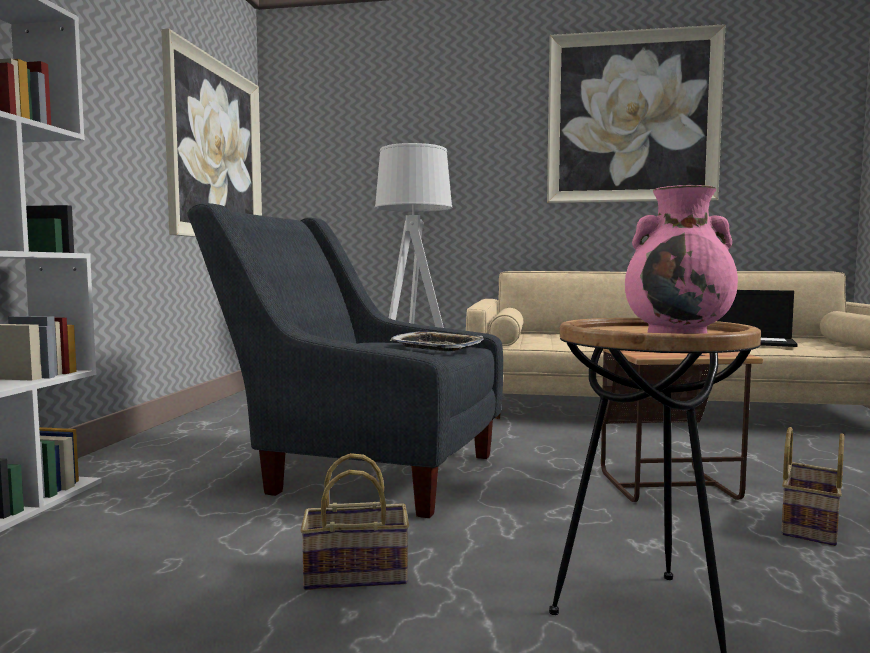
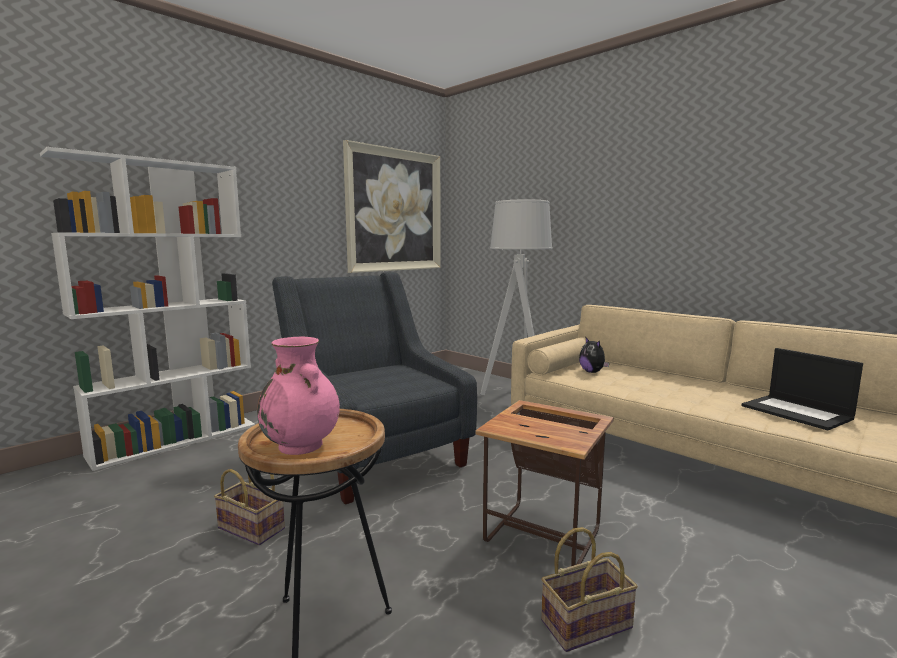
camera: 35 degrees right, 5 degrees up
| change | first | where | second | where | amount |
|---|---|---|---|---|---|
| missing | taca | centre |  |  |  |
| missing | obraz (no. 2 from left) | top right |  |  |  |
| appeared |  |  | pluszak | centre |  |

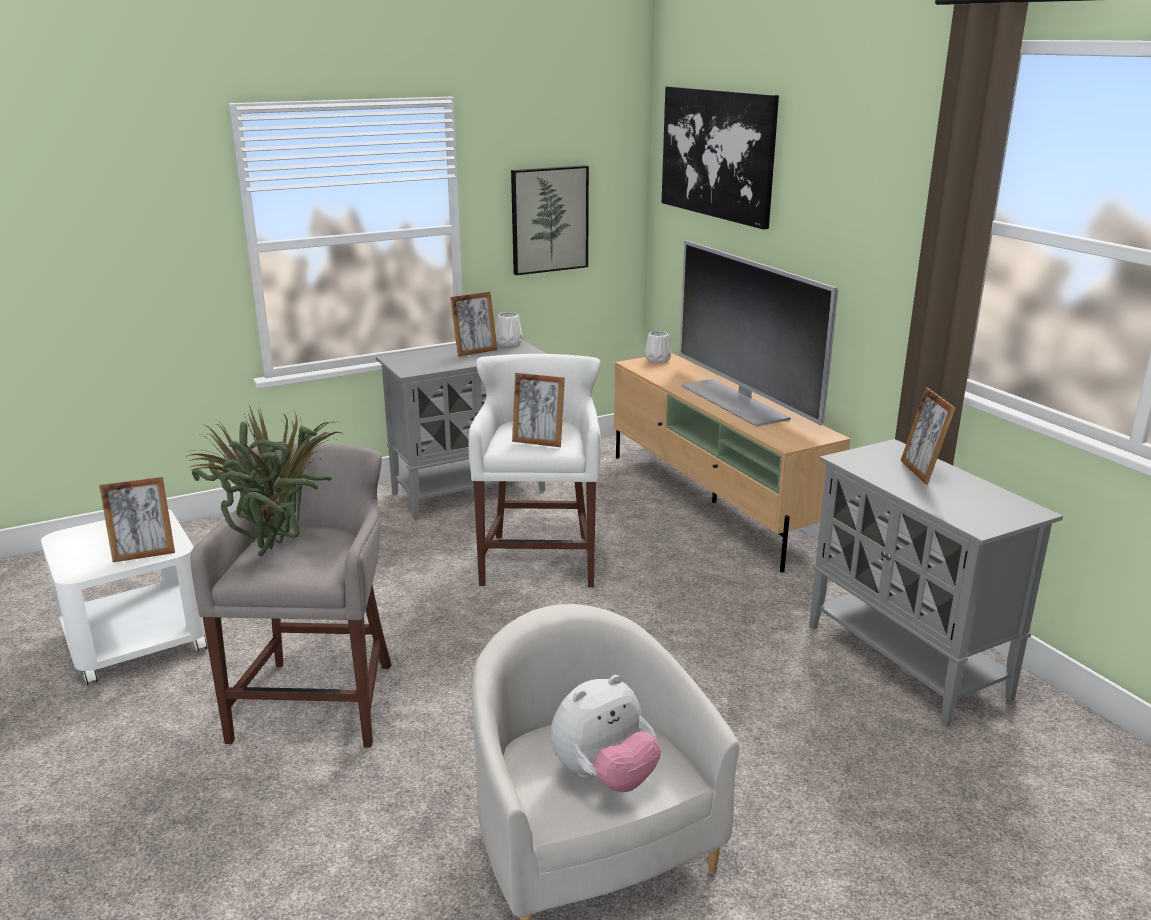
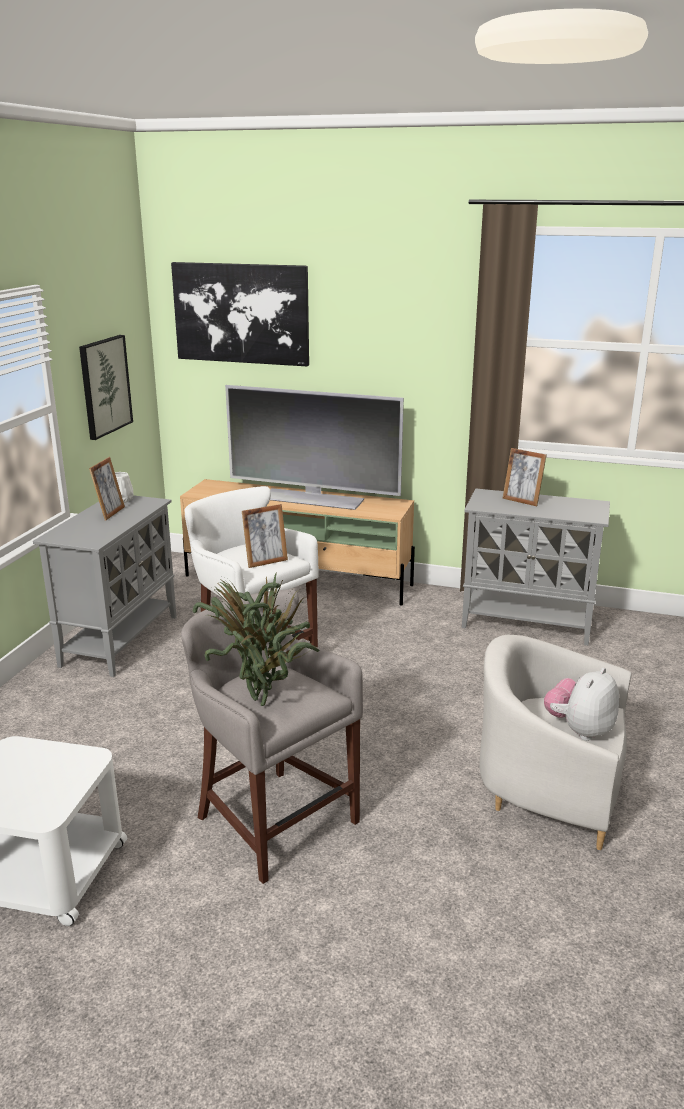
camera: 45 degrees left, 0 degrees up
| change | first | where | second | where | amount |
|---|---|---|---|---|---|
| missing | ramka na zdjęcie (no. 1 from left) | middle left |  |  |  |
| spun | pluszak | bottom centre |  | middle right | 150 degrees counterclockwise |
| missing | wazon [biały] (no. 2 from left) | centre |  |  |  |

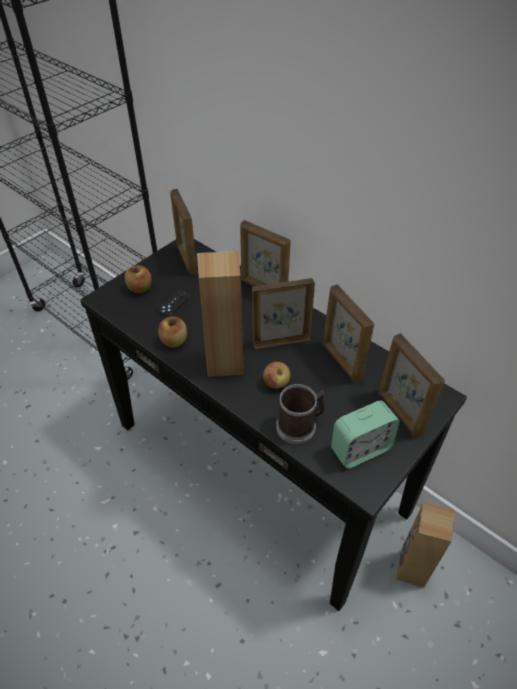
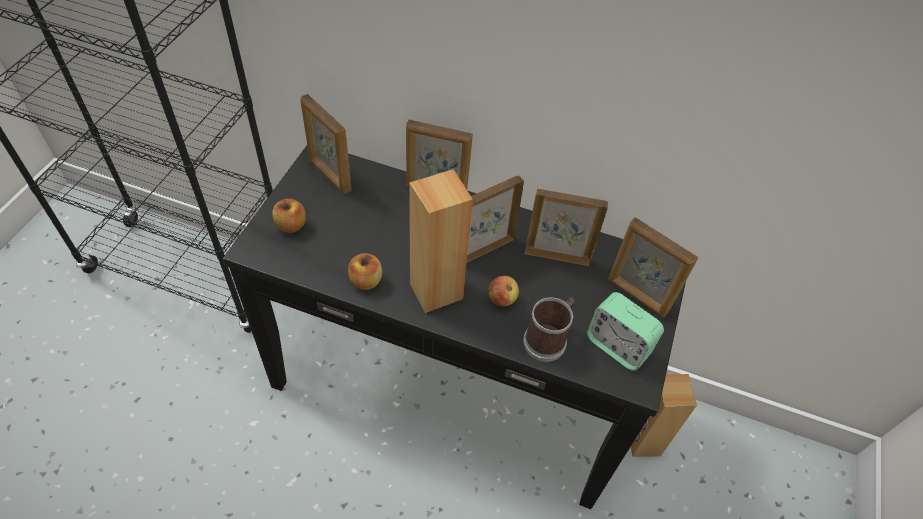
camera: 25 degrees left, 5 degrees up
| change | first | where | second | where | amount |
|---|---|---|---|---|---|
| missing | pad do gier [czarny] | centre |  |  |  |
| spun | ramka na zdjęcie (no. 4 from left) | middle right |  | centre | 150 degrees clockwise |
| spun | budzik | middle right |  | middle right | 90 degrees clockwise |

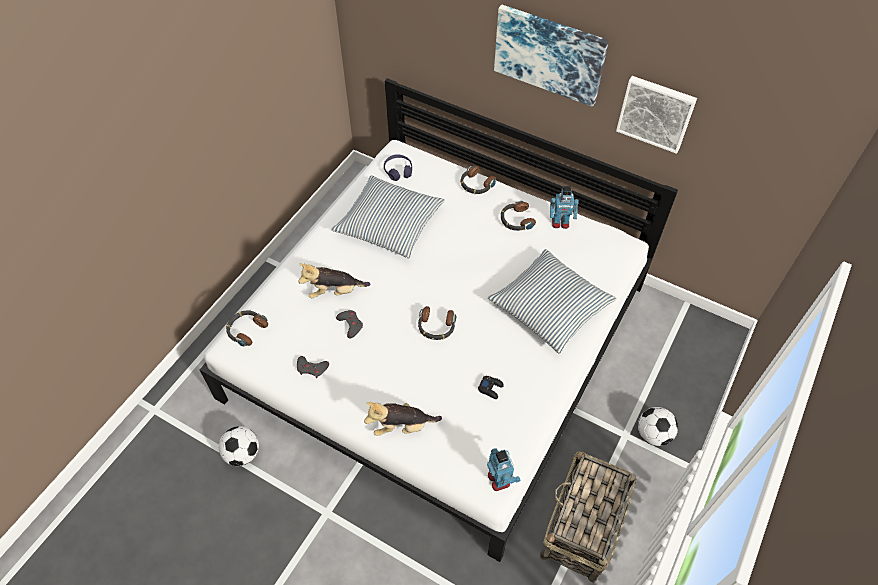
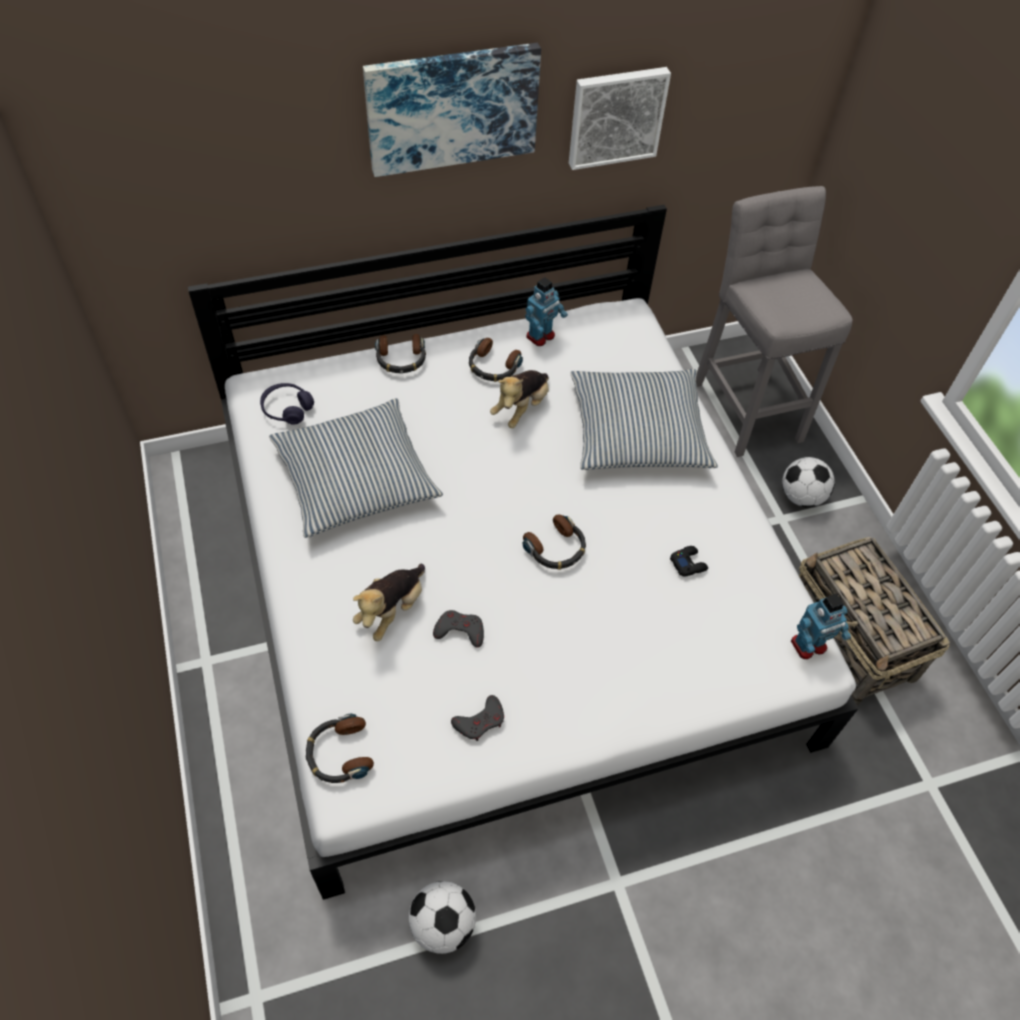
camera: 50 degrees left, 0 degrees up
| change | first | where | second | where | amount |
|---|---|---|---|---|---|
| relocated | pluszak (no. 2 from left) | bottom centre |  | centre |  |
| spun | robot zabawkowy (no. 1 from left in the first image) | bottom centre | robot zabawkowy (no. 2 from left) | middle right | 135 degrees clockwise |
| appeared |  |  | stołek [szary] | top right |  |

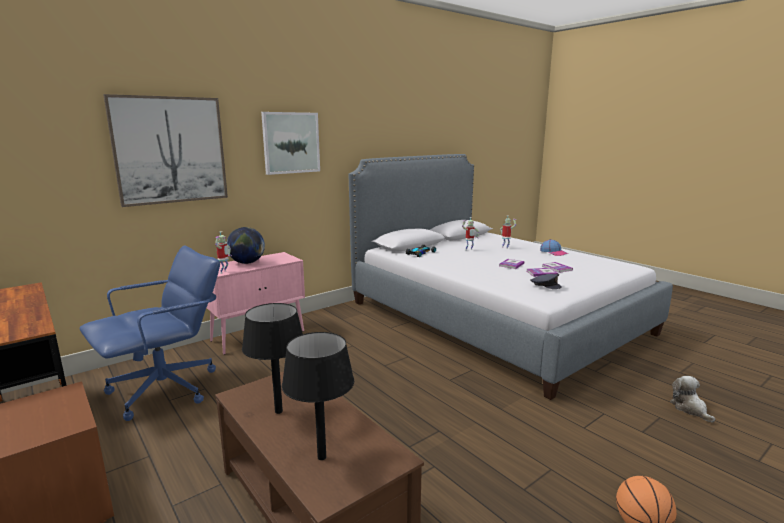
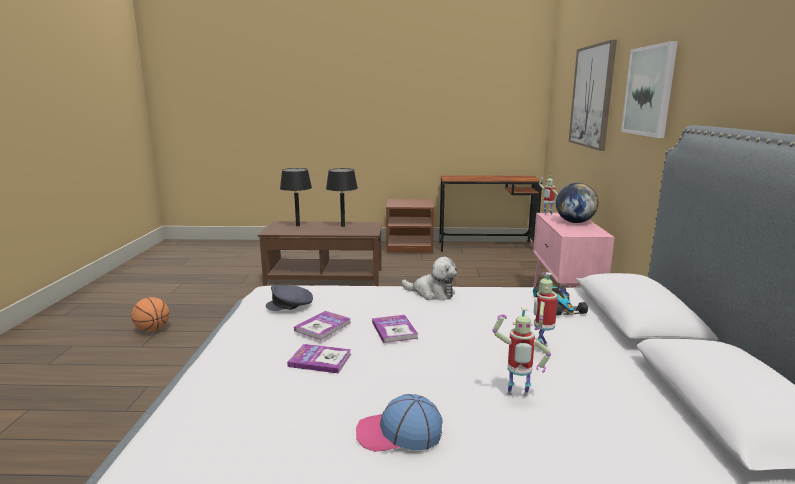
camera: 130 degrees right, 0 degrees up
| change | first | where | second | where | amount |
|---|---|---|---|---|---|
| missing | krzesło biurowe [niebieski] | middle left |  |  |  |
| relocated | pluszak | bottom right |  | centre |  |

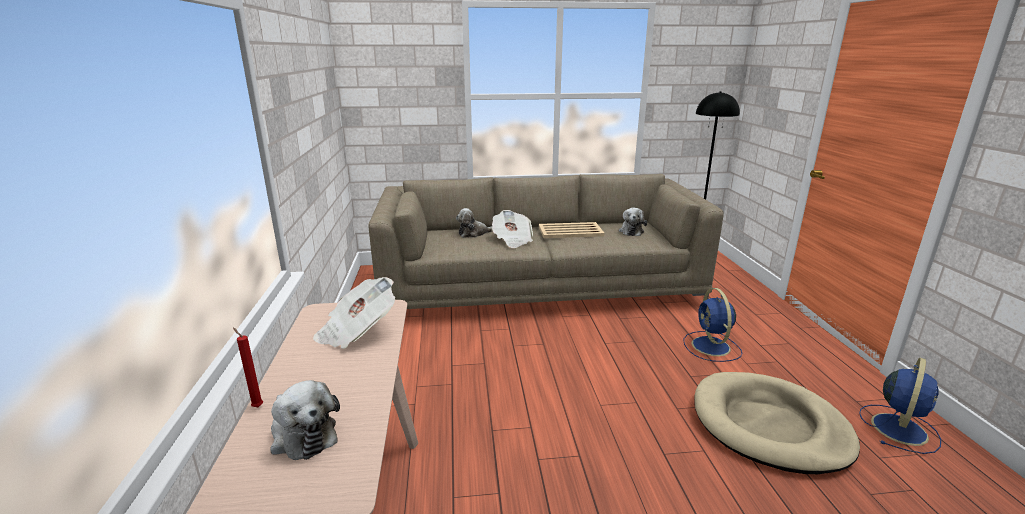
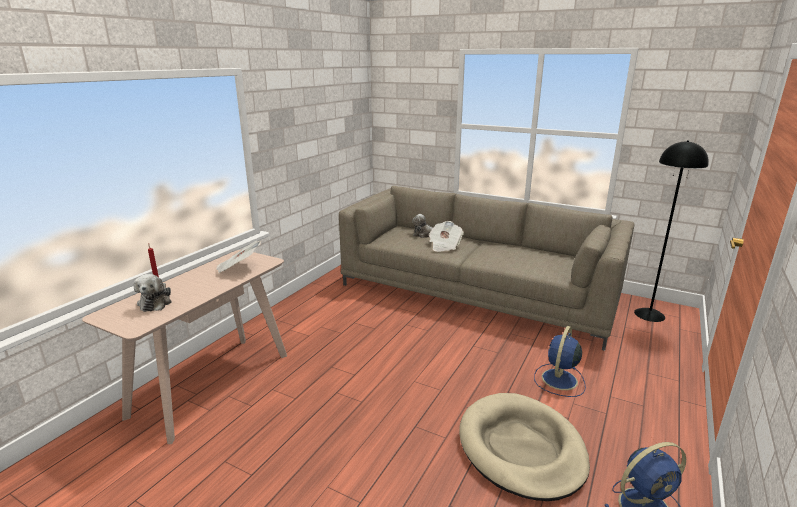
camera: 35 degrees right, 0 degrees up
| change | first | where | second | where | amount |
|---|---|---|---|---|---|
| missing | taca [beżowy] | centre |  |  |  |
| missing | pluszak (no. 3 from left) | centre |  |  |  |

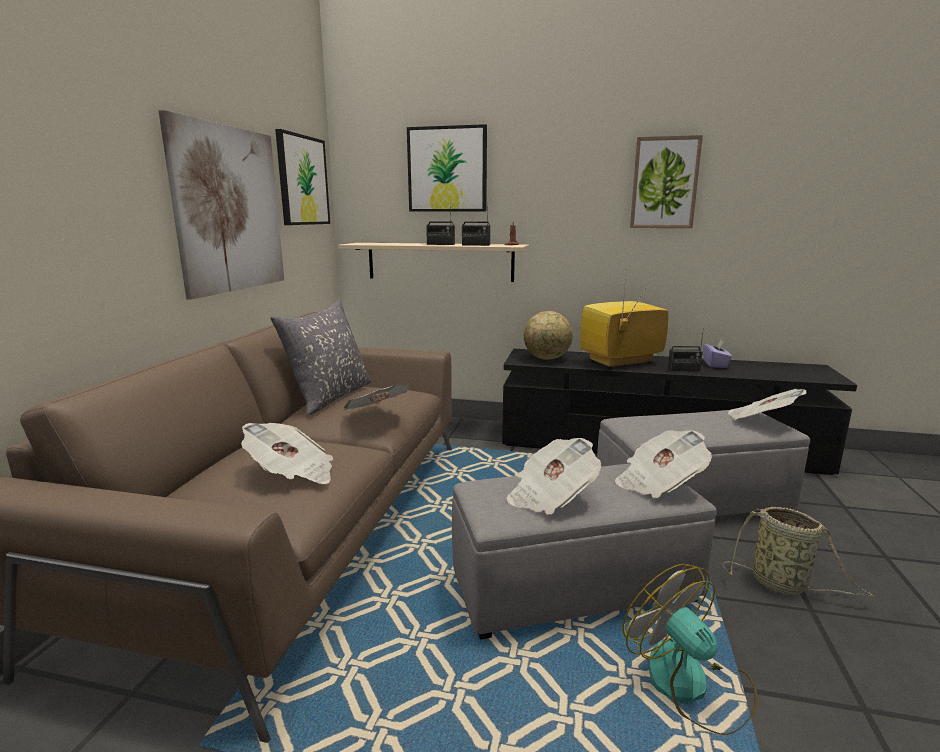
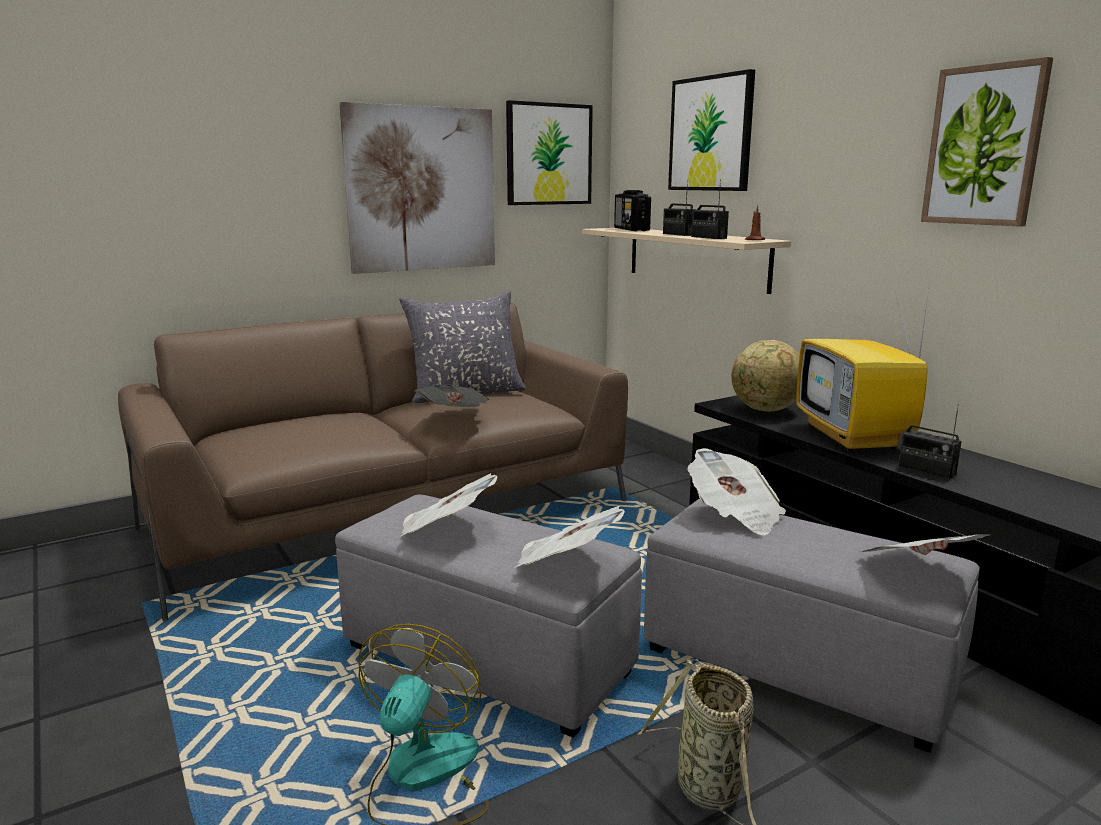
camera: 45 degrees right, 0 degrees up
| change | first | where | second | where | amount |
|---|---|---|---|---|---|
| relocated | gazeta (no. 1 from left in the first image) | middle left | gazeta (no. 4 from left) | middle right |  |
| spun | telewizor | centre |  | middle right | 120 degrees counterclockwise |
| missing | pudełko chusteczek [fioletowy] | middle right |  |  |  |
| appeared |  |  | radio (no. 1 from left) | top centre |  |

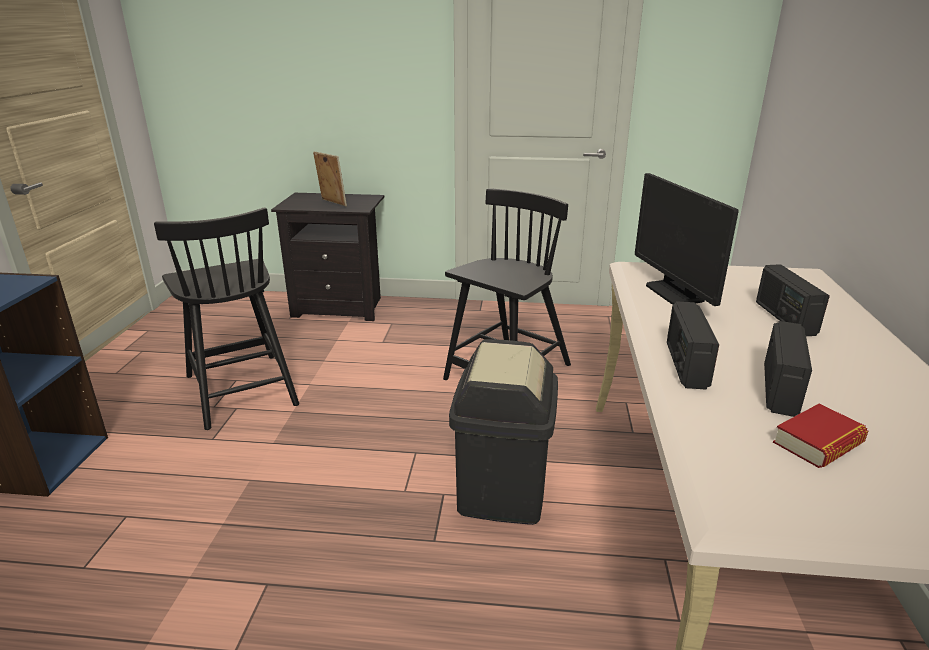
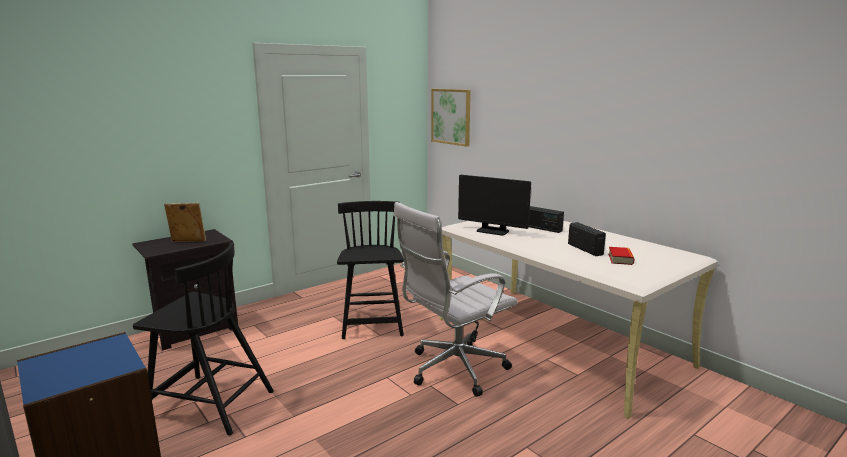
camera: 45 degrees left, 10 degrees down
| change | first | where | second | where | amount |
|---|---|---|---|---|---|
| exchanged | kosz na śmieci [czarny] | centre | krzesło biurowe [biały] | centre |  |
| missing | radio (no. 1 from left) | middle right |  |  |  |
| appeared |  |  | obraz | top centre |  |

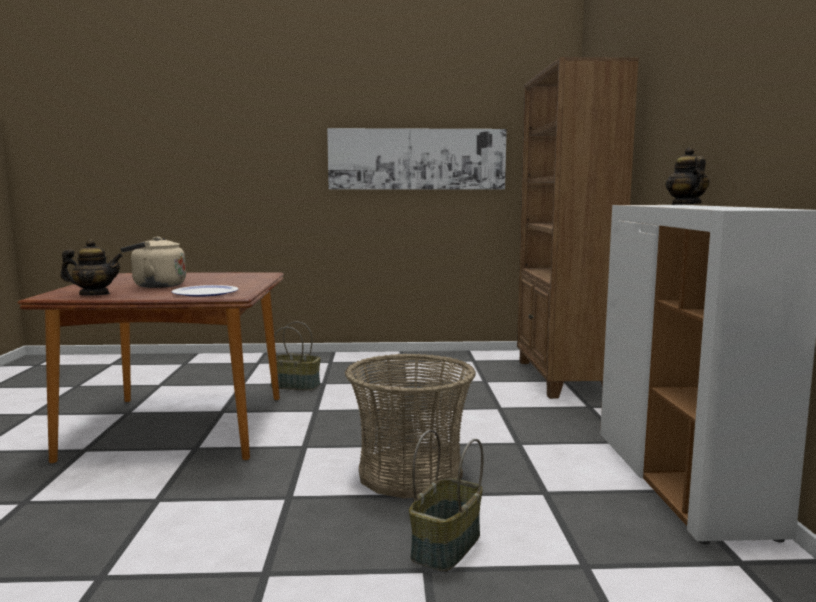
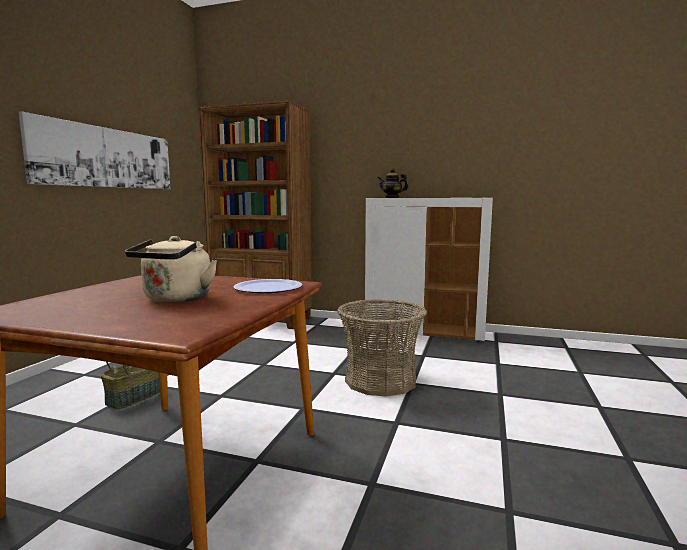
camera: 70 degrees left, 0 degrees up
| change | first | where | second | where | amount |
|---|---|---|---|---|---|
| missing | imbryk (no. 1 from left) | middle left |  |  |  |
| missing | koszyk (no. 3 from left) | bottom centre |  |  |  |

